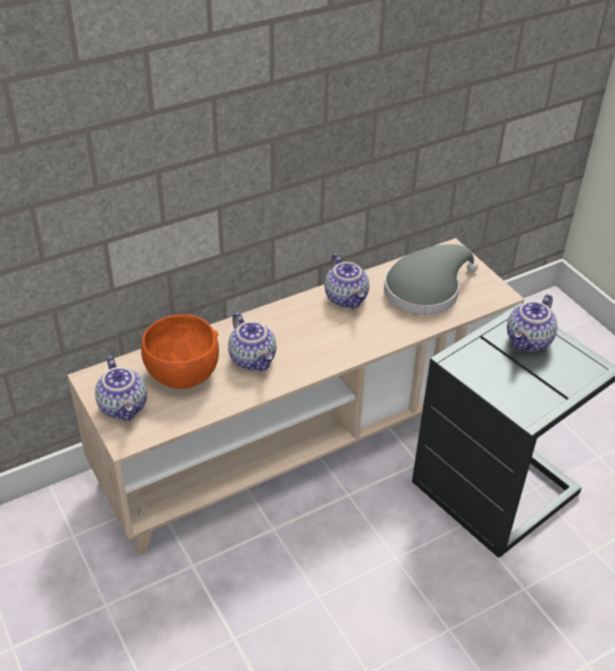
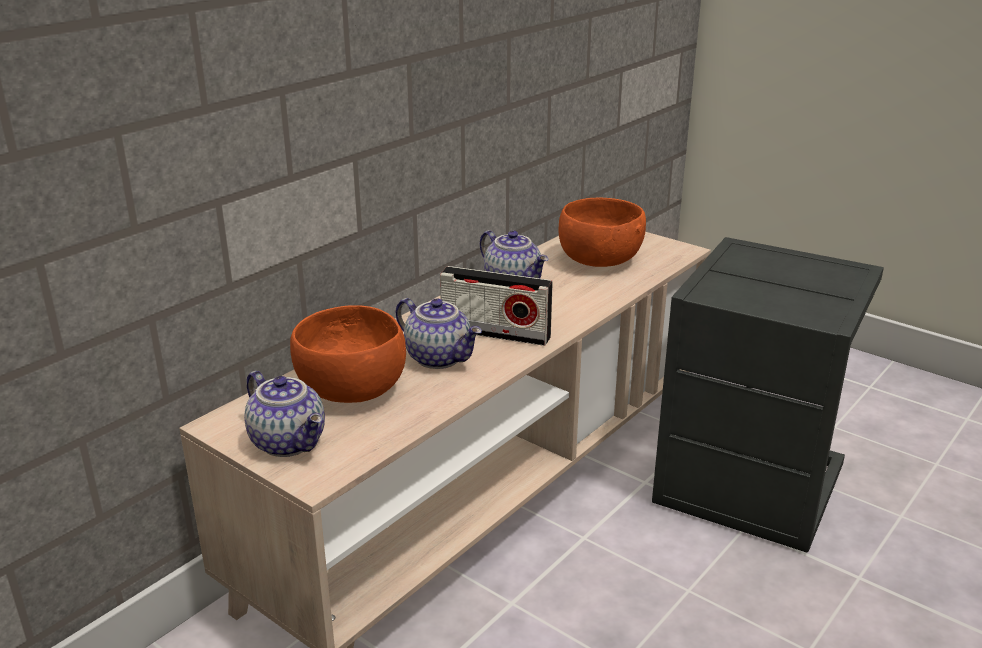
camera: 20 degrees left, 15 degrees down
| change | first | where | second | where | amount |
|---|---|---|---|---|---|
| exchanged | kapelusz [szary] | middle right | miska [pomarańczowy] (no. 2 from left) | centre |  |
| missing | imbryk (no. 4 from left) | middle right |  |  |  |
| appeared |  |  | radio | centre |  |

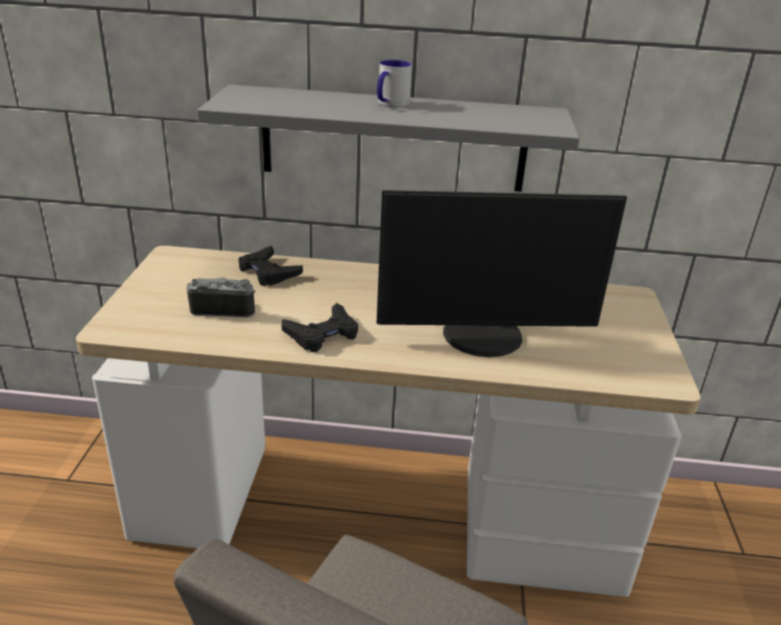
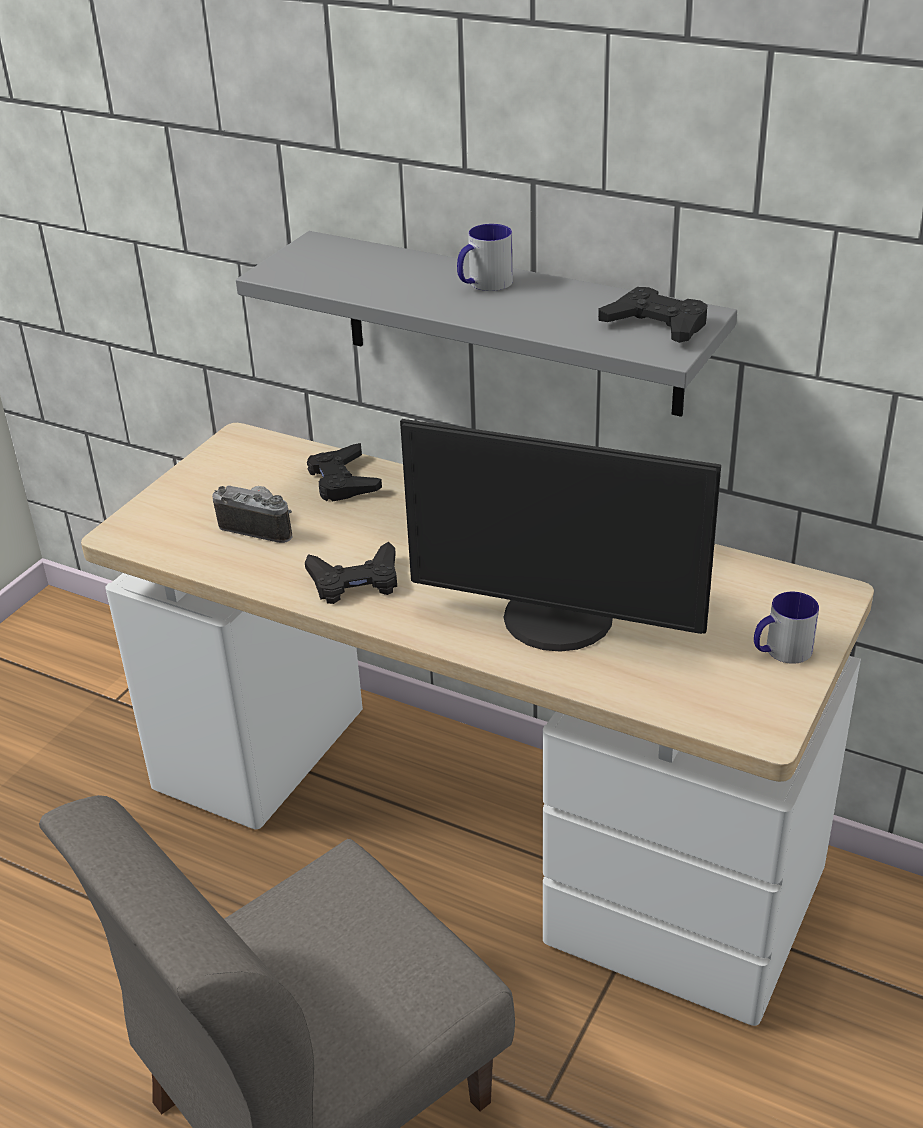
camera: 25 degrees right, 5 degrees up
| change | first | where | second | where | amount |
|---|---|---|---|---|---|
| appeared |  |  | pad do gier [czarny] (no. 3 from left) | top right |  |
| appeared |  |  | kubek (no. 2 from left) | middle right |  |

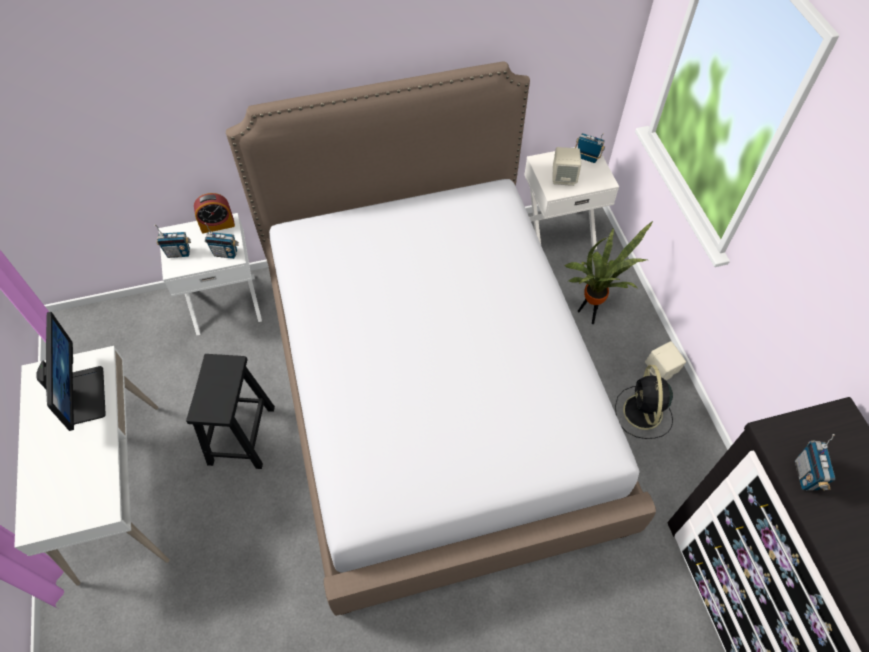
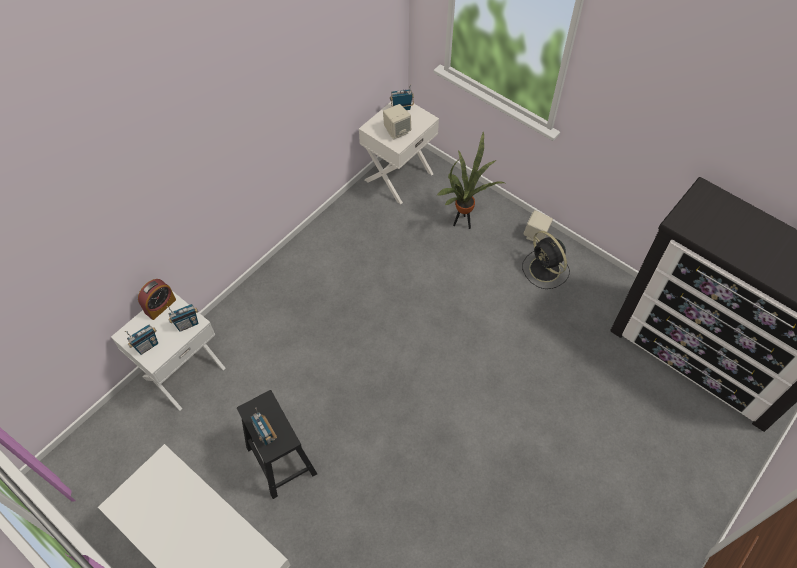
camera: 35 degrees left, 0 degrees up
| change | first | where | second | where | amount |
|---|---|---|---|---|---|
| missing | monitor | middle left |  |  |  |
| missing | łóżko | centre |  |  |  |
| relocated | radio (no. 4 from left in the first image) | bottom right | radio (no. 3 from left) | bottom left |  |

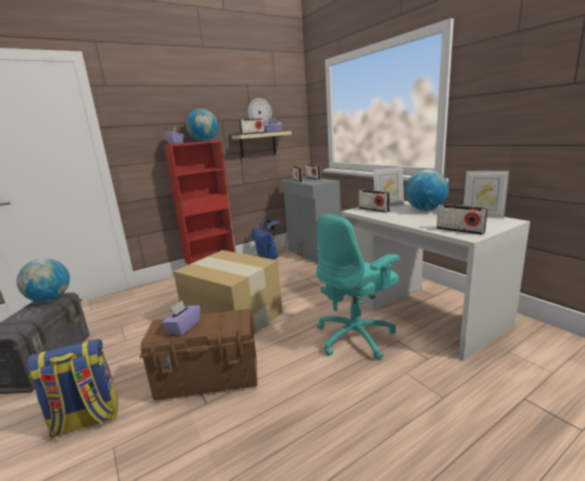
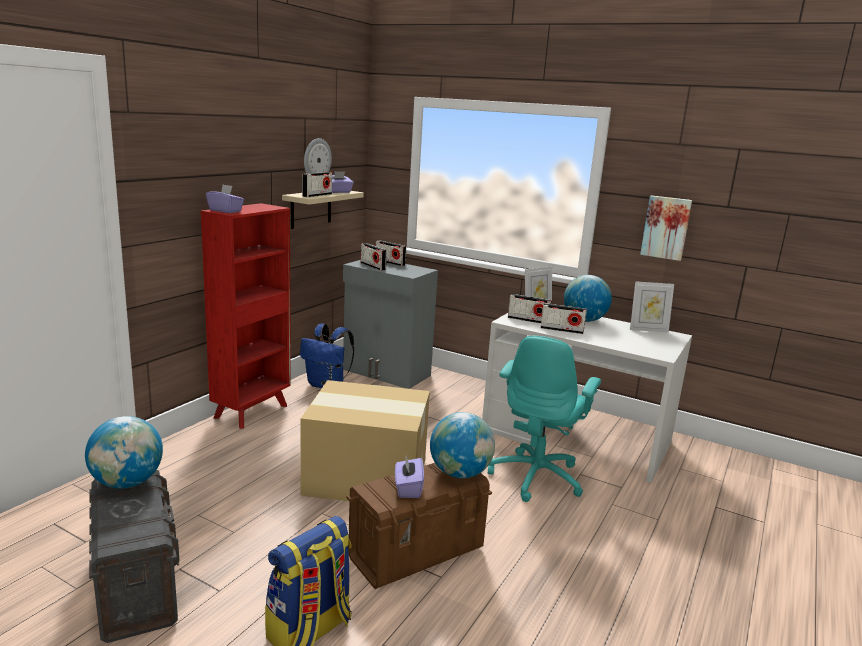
camera: 30 degrees left, 0 degrees up
| change | first | where | second | where | amount |
|---|---|---|---|---|---|
| relocated | globus (no. 2 from left) | top centre |  | bottom centre |  |
| relocated | radio (no. 5 from left) | middle right |  | centre |  |
| appeared |  |  | obraz | middle right |  |

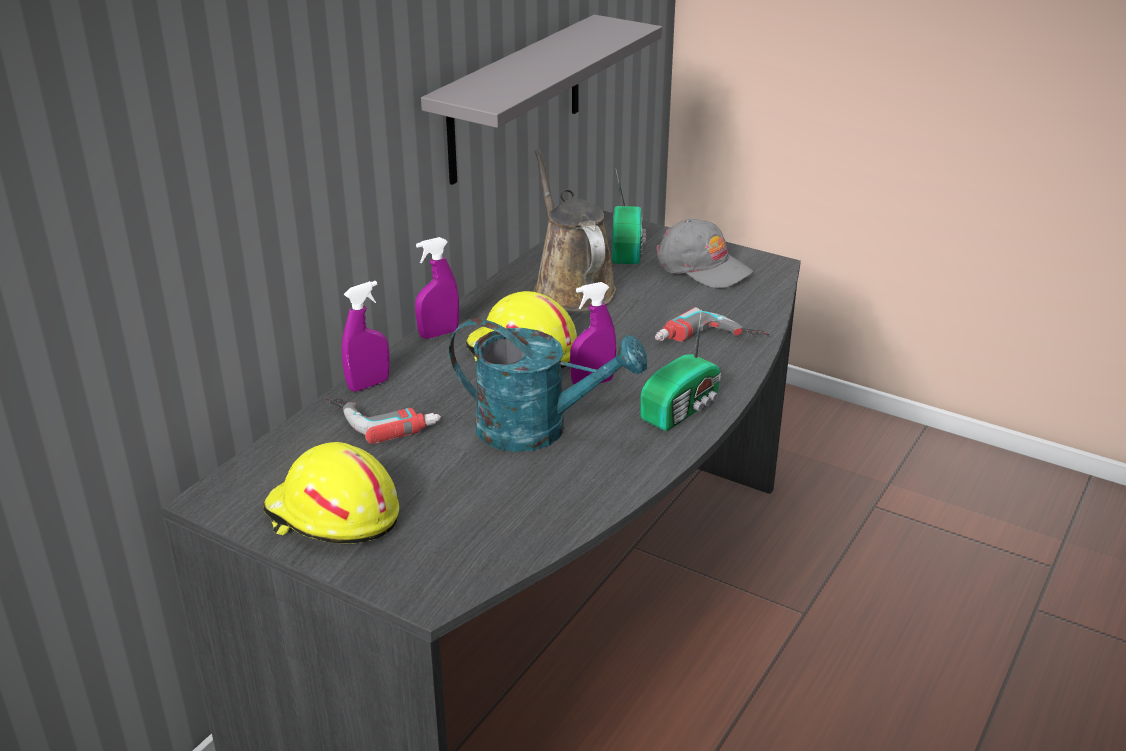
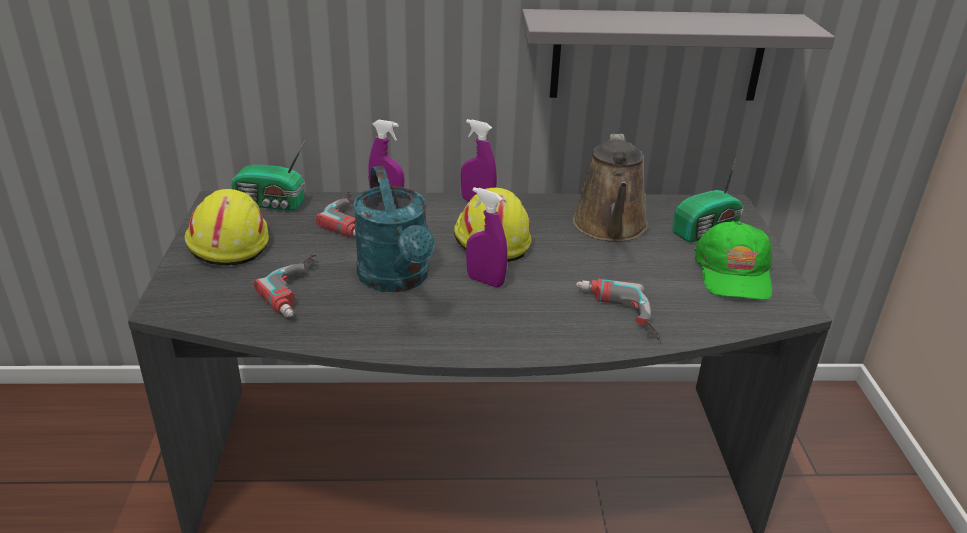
camera: 55 degrees right, 0 degrees up
| change | first | where | second | where | amount |
|---|---|---|---|---|---|
| spun | konewka [brązowy] | top centre |  | centre | 150 degrees clockwise |
| relocated | radio (no. 2 from left in the first image) | centre | radio (no. 1 from left) | top left |  |
| colour | czapka z daszkiem [szary] | centre | czapka z daszkiem [zielony] | middle right |  |
| appeared |  |  | wiertarka (no. 1 from left) | middle left |  |

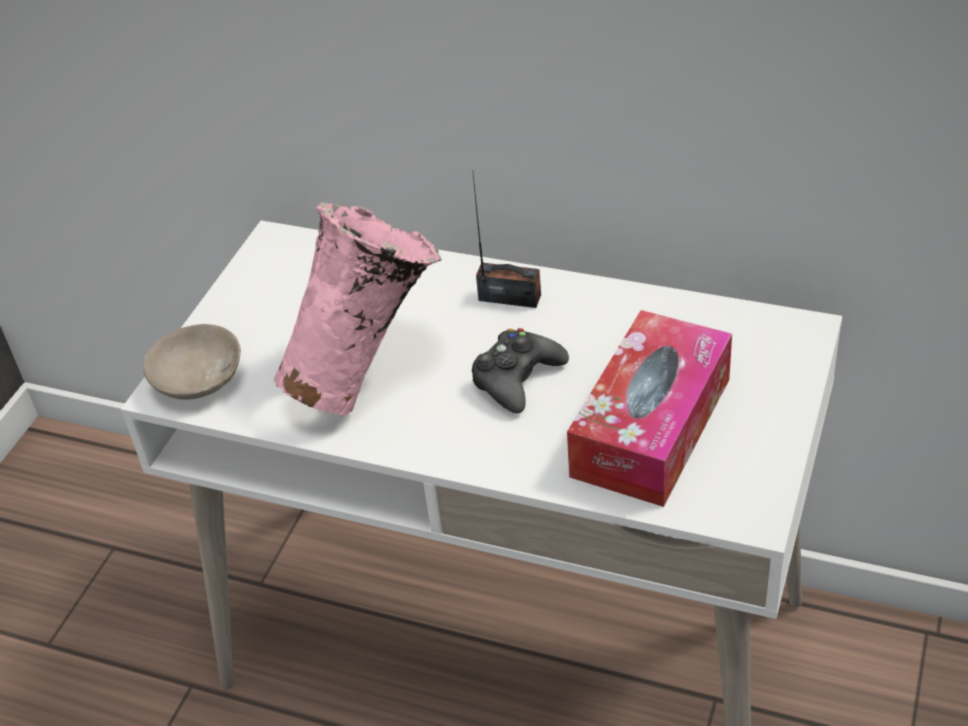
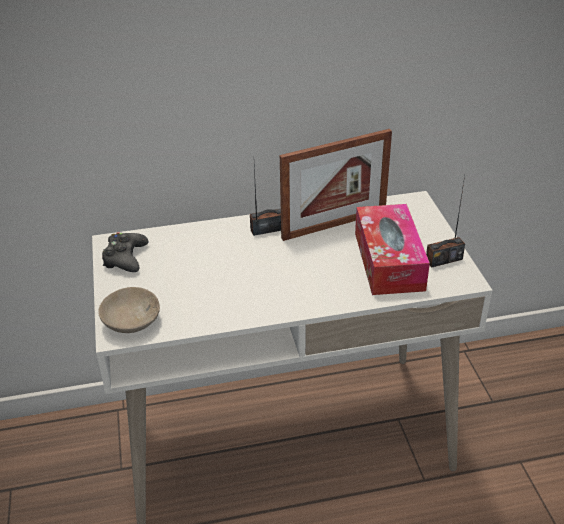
camera: 35 degrees left, 5 degrees down
| change | first | where | second | where | amount |
|---|---|---|---|---|---|
| missing | wazon [różowy] | centre |  |  |  |
| relocated | pad do gier [czarny] | centre |  | middle left |  |
| appeared |  |  | ramka na zdjęcie | centre |  |
| appeared |  |  | radio (no. 2 from left) | middle right |  |

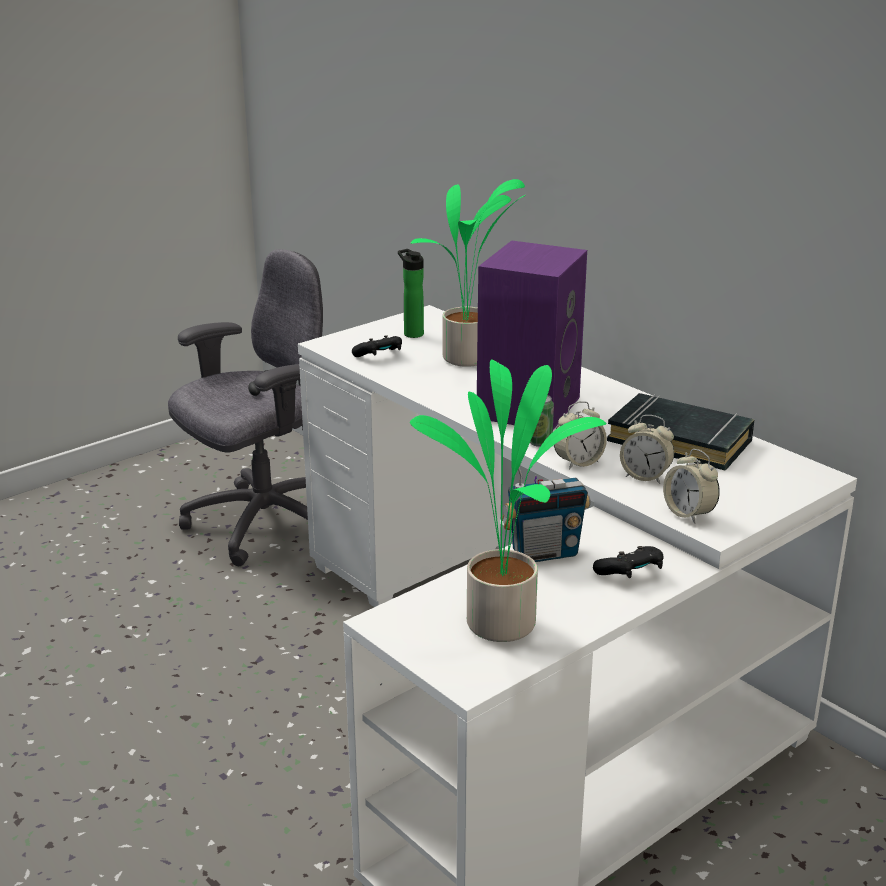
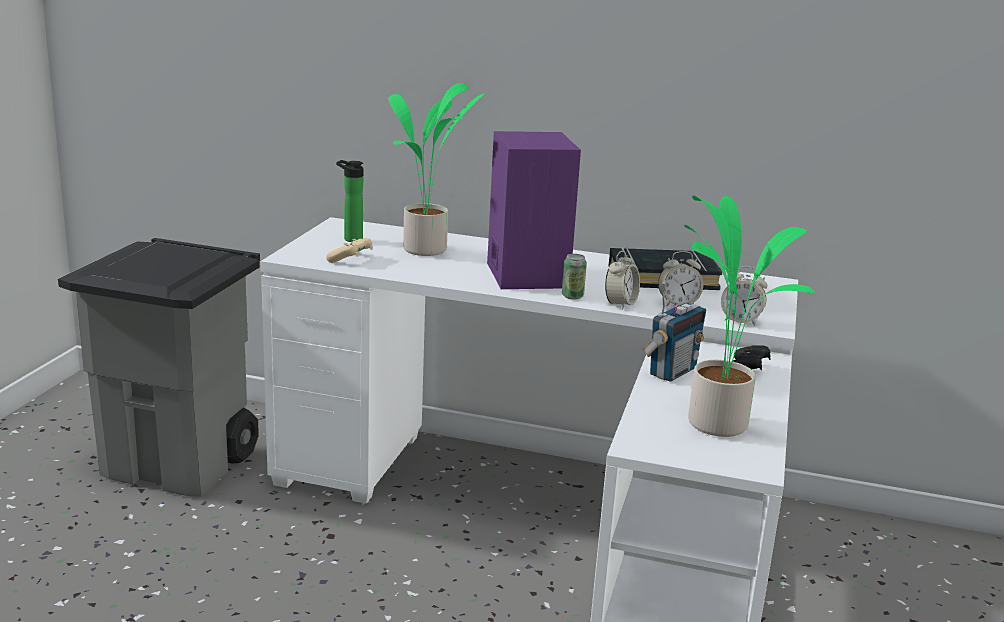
camera: 35 degrees left, 5 degrees down
| change | first | where | second | where | amount |
|---|---|---|---|---|---|
| exchanged | krzesło biurowe [szary] | middle left | kosz na śmieci [szary] | middle left |  |
| colour | pad do gier [czarny] (no. 1 from left) | centre | pad do gier [beżowy] | centre |  |

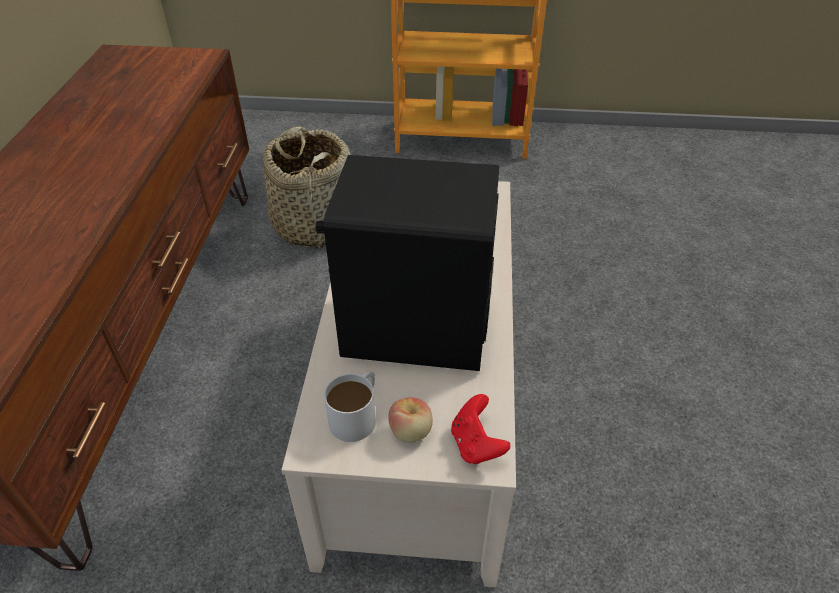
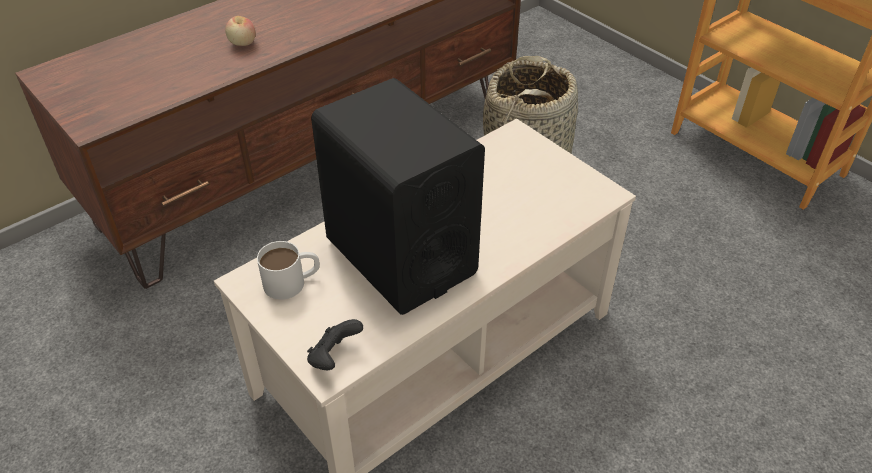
camera: 45 degrees right, 0 degrees up
| change | first | where | second | where | amount |
|---|---|---|---|---|---|
| relocated | jabłko | bottom centre |  | top left |  |
| colour | pad do gier [czerwony] | bottom centre | pad do gier [czarny] | bottom centre |  |

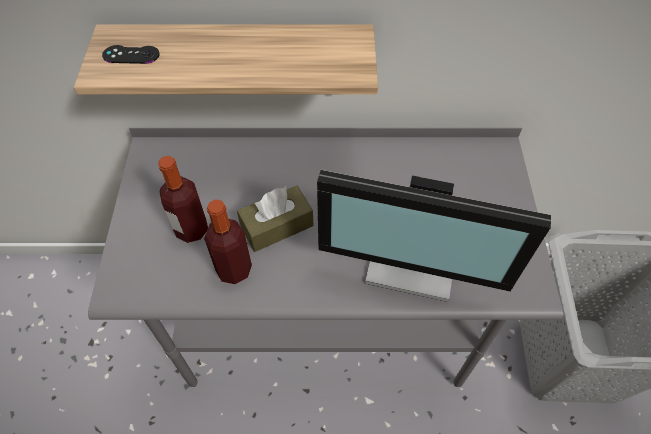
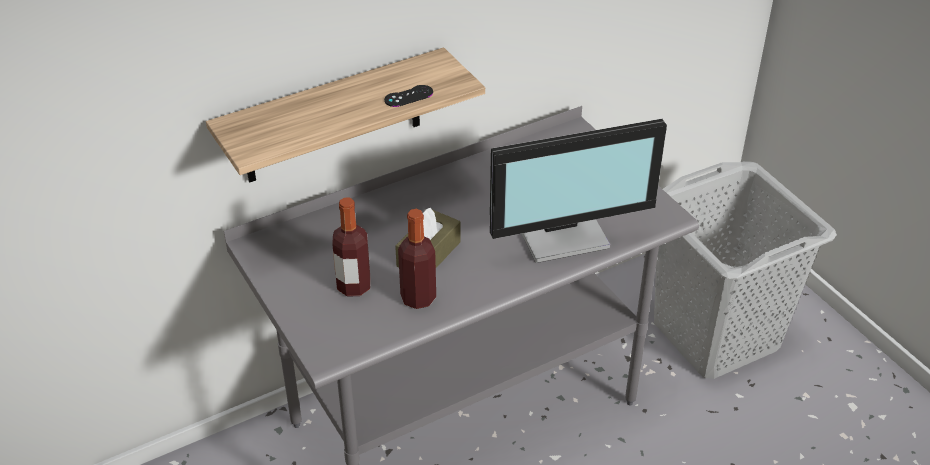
camera: 30 degrees left, 15 degrees down
| change | first | where | second | where | amount |
|---|---|---|---|---|---|
| relocated | pad do gier [czarny] | top left |  | top centre |  |

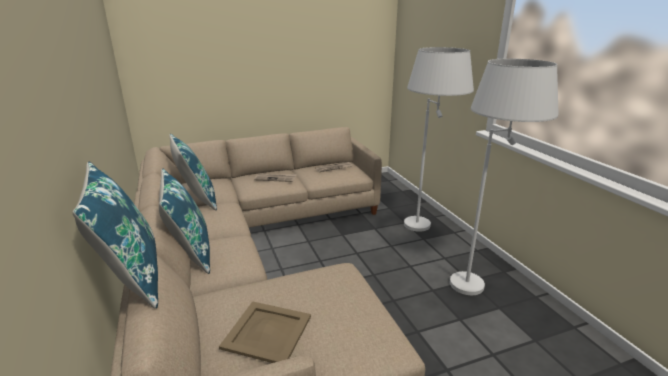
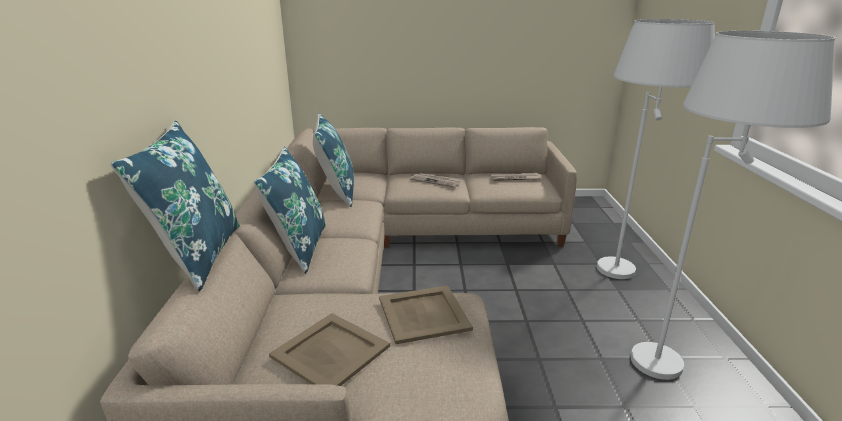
camera: 20 degrees right, 0 degrees up
| change | first | where | second | where | amount |
|---|---|---|---|---|---|
| appeared |  |  | taca [beżowy] (no. 2 from left) | bottom centre |  |

